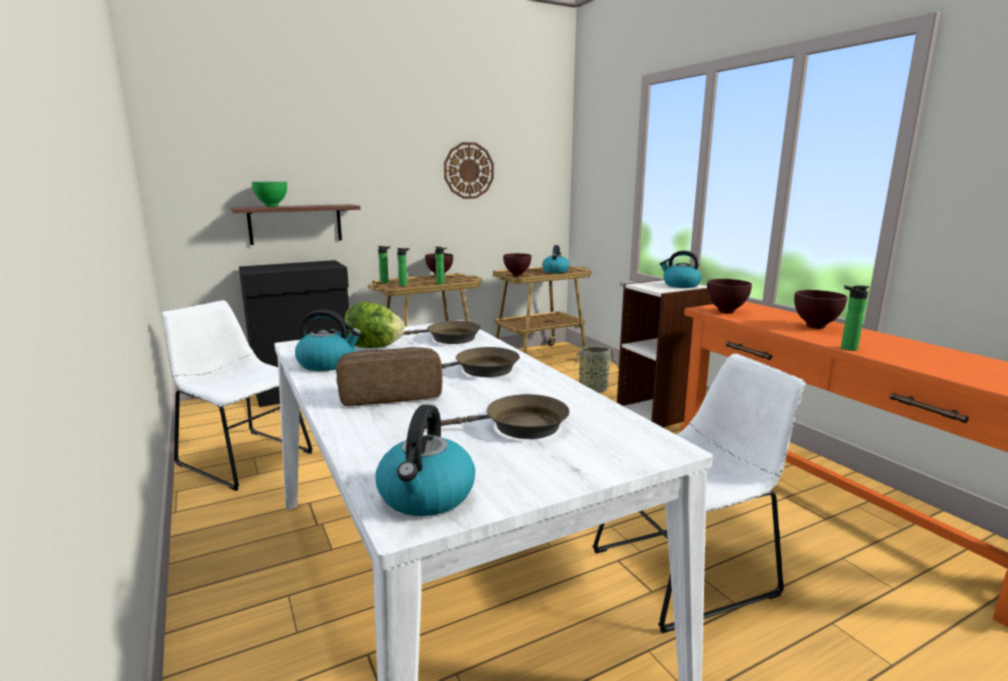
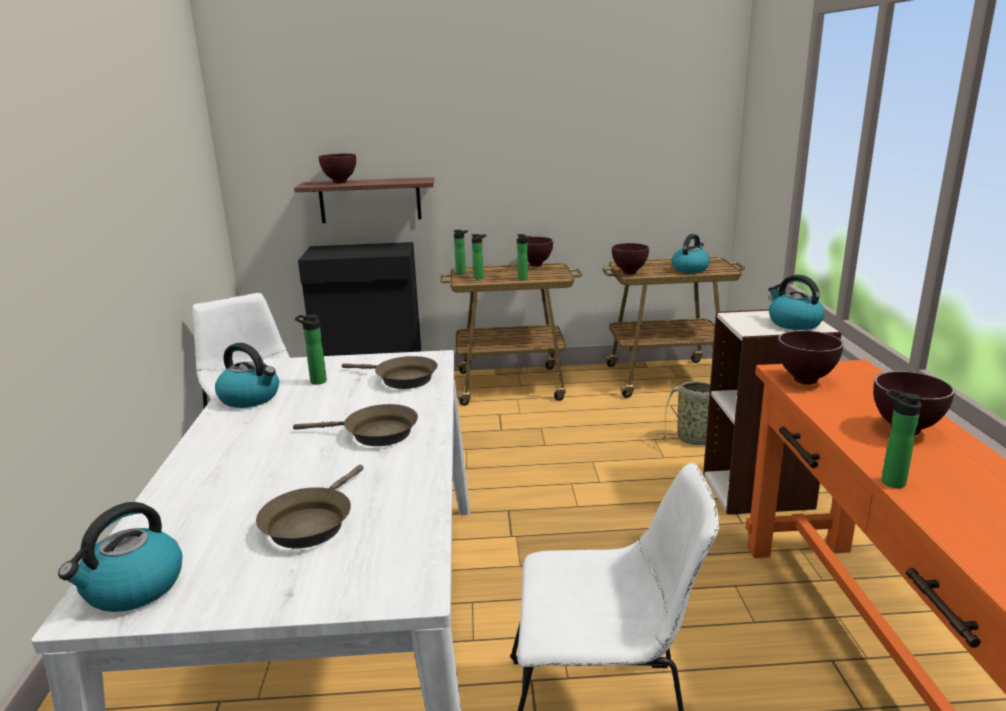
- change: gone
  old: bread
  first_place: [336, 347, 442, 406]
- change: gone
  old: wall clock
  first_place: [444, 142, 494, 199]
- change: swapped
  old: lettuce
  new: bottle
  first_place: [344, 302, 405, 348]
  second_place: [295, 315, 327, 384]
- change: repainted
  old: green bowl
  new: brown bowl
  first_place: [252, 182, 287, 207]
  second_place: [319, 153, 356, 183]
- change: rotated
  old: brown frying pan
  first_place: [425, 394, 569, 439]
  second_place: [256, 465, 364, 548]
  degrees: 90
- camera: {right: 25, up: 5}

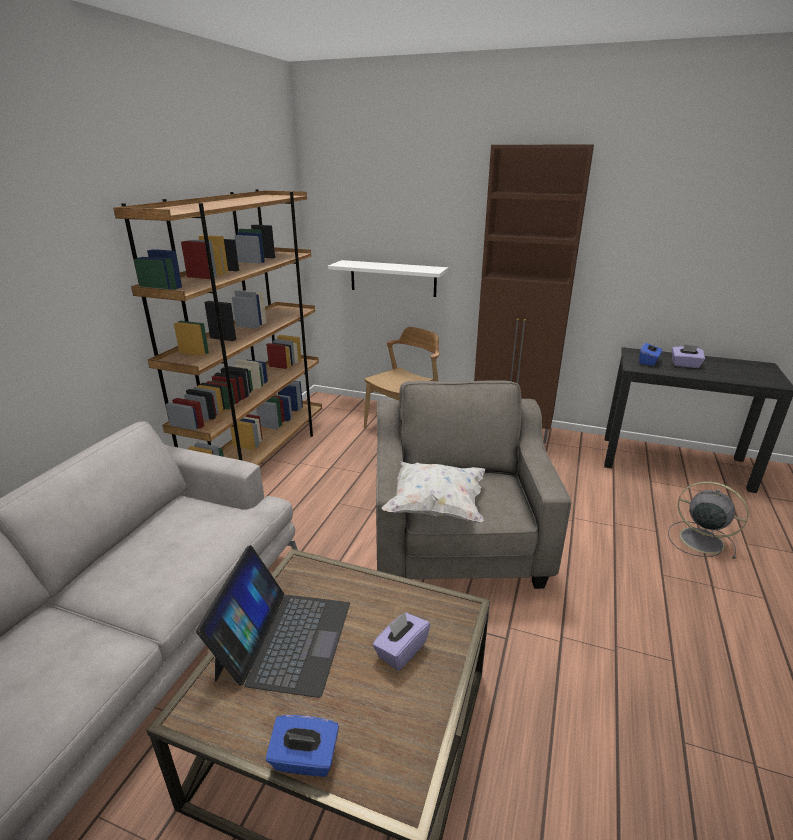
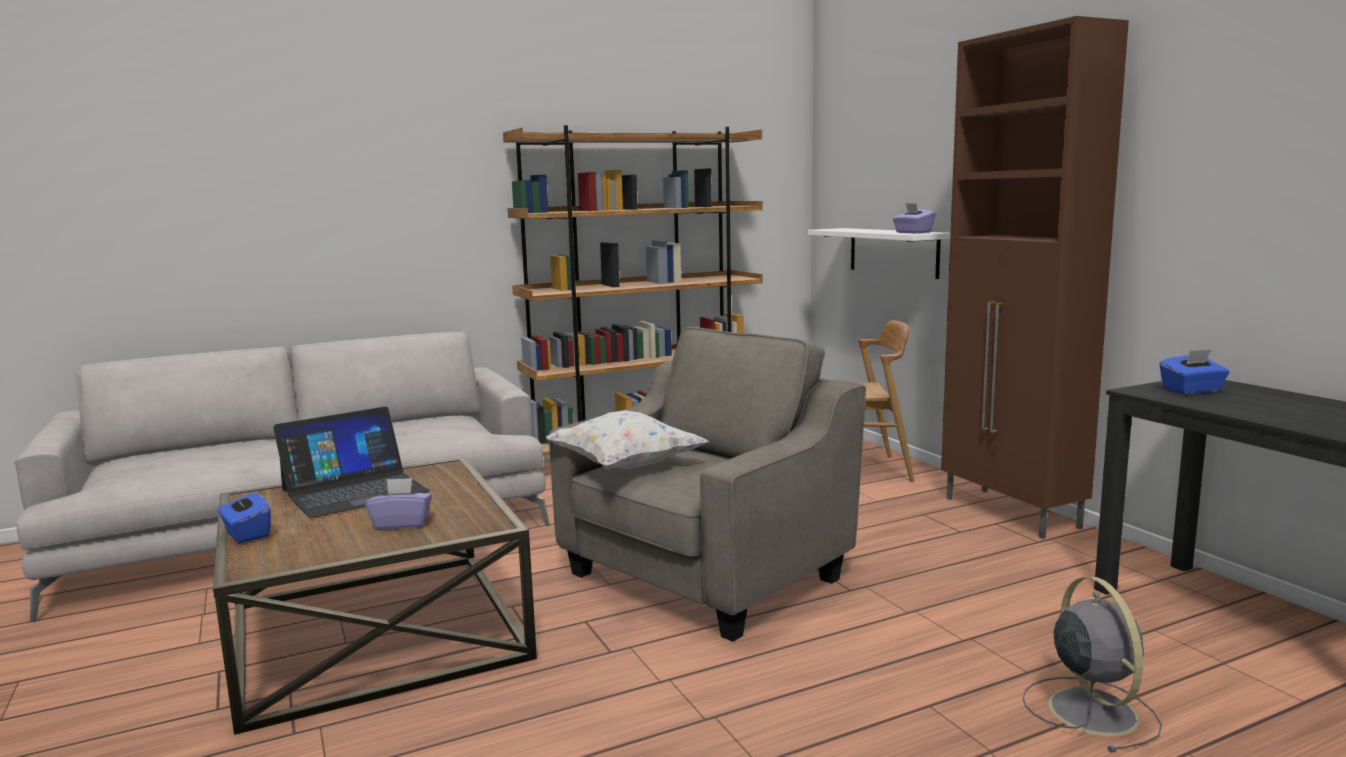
- change: shifted
  old: purple tissue box
  first_place: [672, 344, 705, 368]
  second_place: [893, 203, 935, 233]
- camera: {right: 45, up: -15}

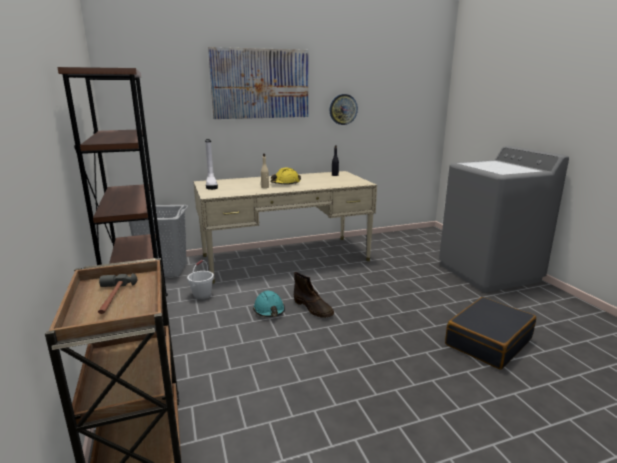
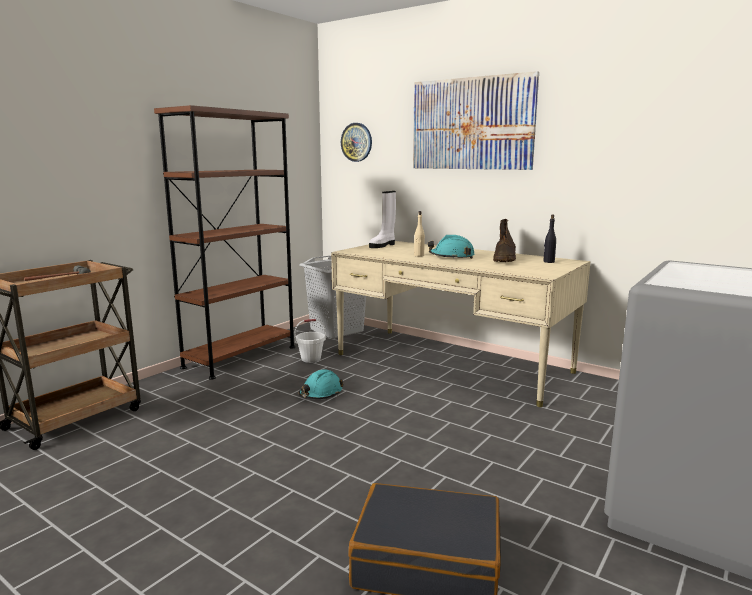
- change: shifted
  old: brown boot
  first_place: [294, 272, 334, 318]
  second_place: [493, 219, 516, 262]
- change: shifted
  old: wall clock
  first_place: [330, 94, 358, 125]
  second_place: [341, 123, 372, 162]
- change: repainted
  old: yellow hard hat
  new: turquoise hard hat
  first_place: [270, 167, 301, 185]
  second_place: [428, 235, 475, 259]
- camera: {right: 55, up: -5}

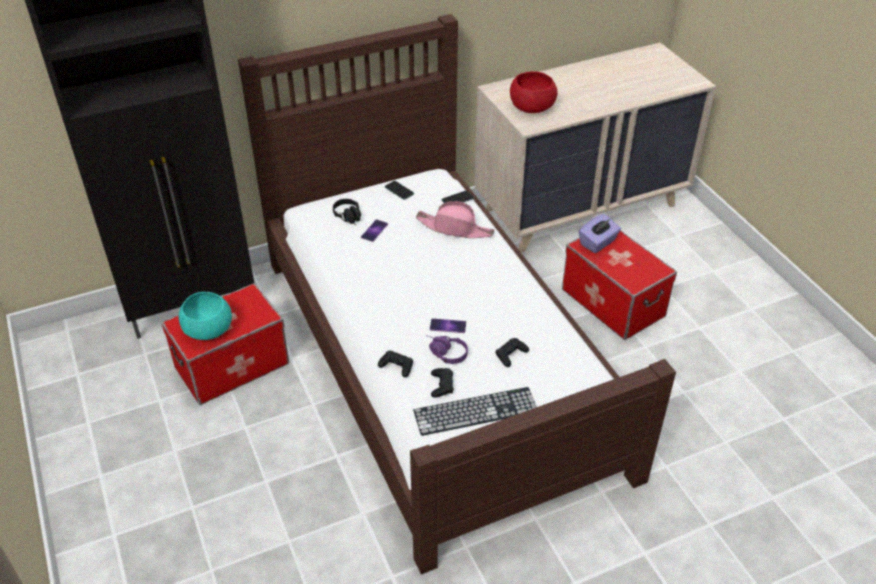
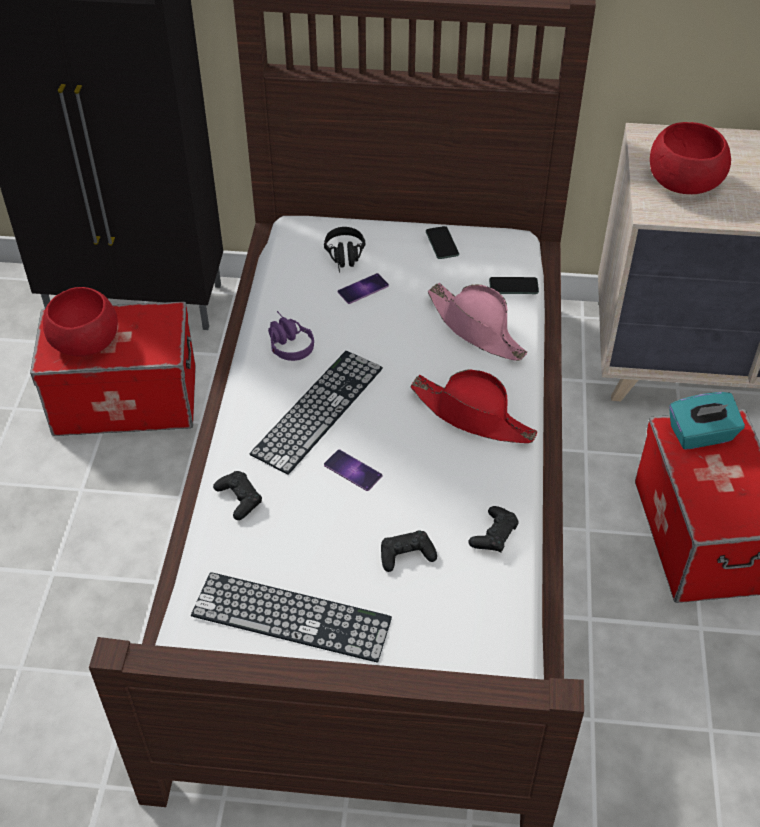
- change: new
  new: keyboard
  second_place: [250, 351, 383, 475]
- change: new
  new: red hat
  second_place: [410, 369, 537, 443]
- change: shifted
  old: purple headphones
  first_place: [425, 335, 468, 364]
  second_place: [268, 311, 314, 361]
- change: shifted
  old: black game controller
  first_place: [431, 368, 454, 398]
  second_place: [468, 506, 519, 553]
- change: repainted
  old: turquoise bowl
  new: red bowl
  first_place: [179, 292, 232, 340]
  second_place: [43, 287, 118, 356]
- change: repainted
  old: purple tissue box
  new: turquoise tissue box
  first_place: [579, 214, 621, 253]
  second_place: [669, 392, 745, 450]
- camera: {right: 30, up: 5}

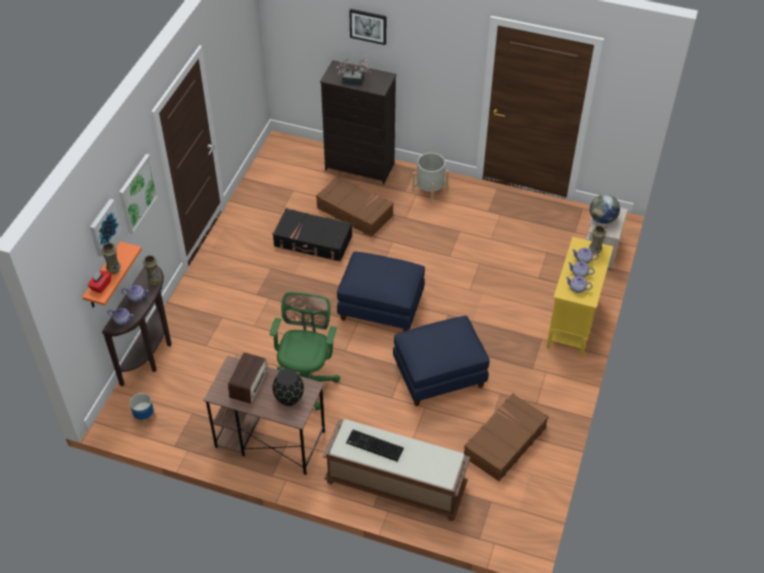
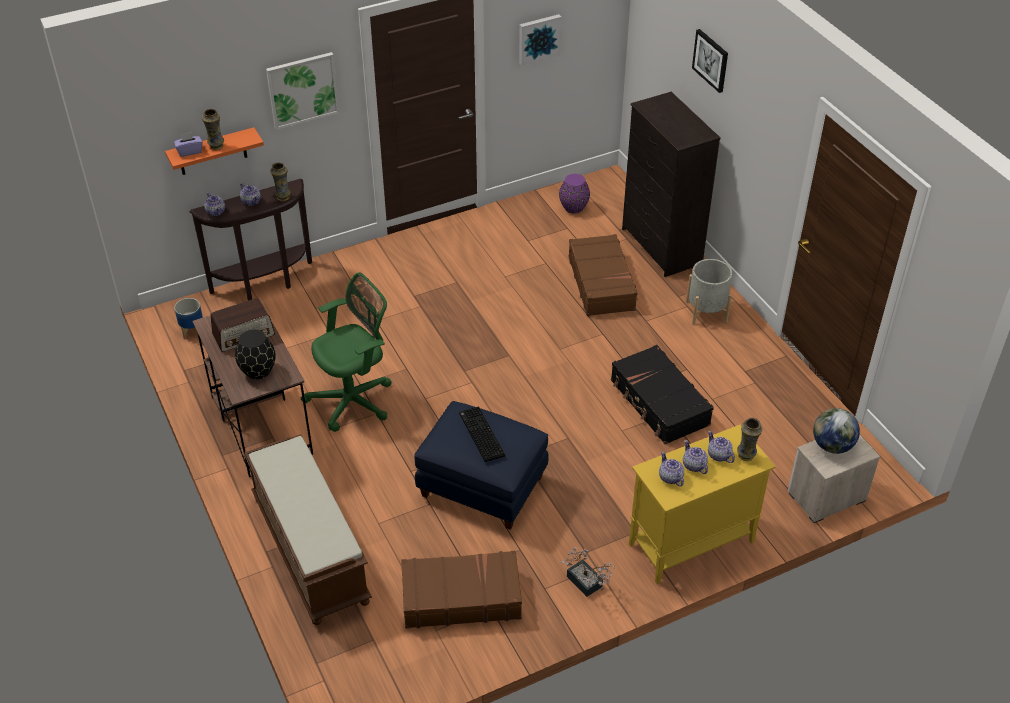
- change: gone
  old: blue ottoman
  first_place: [337, 251, 425, 332]
- change: new
  new: purple vase
  second_place: [559, 174, 590, 214]
- change: shifted
  old: picture
  first_place: [90, 199, 122, 257]
  second_place: [519, 14, 561, 66]
- change: shifted
  old: black suitcase
  first_place: [273, 208, 352, 262]
  second_place: [611, 345, 714, 444]
- change: shifted
  old: potted plant
  first_place: [337, 56, 371, 85]
  second_place: [561, 547, 615, 597]
- change: shifted
  old: keyboard
  first_place: [346, 430, 404, 461]
  second_place: [459, 406, 505, 462]
- change: repainted
  old: red tissue box
  new: purple tissue box
  first_place: [88, 270, 111, 293]
  second_place: [174, 132, 203, 157]
- camera: {right: 45, up: -5}

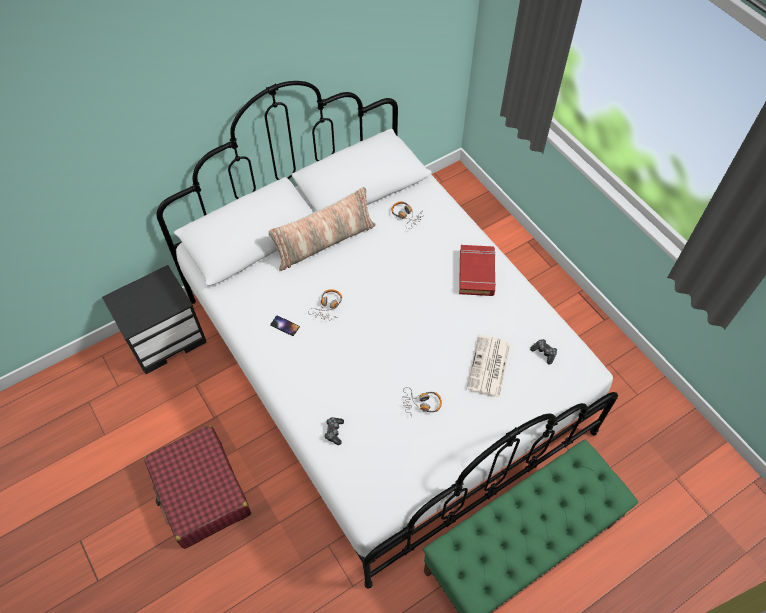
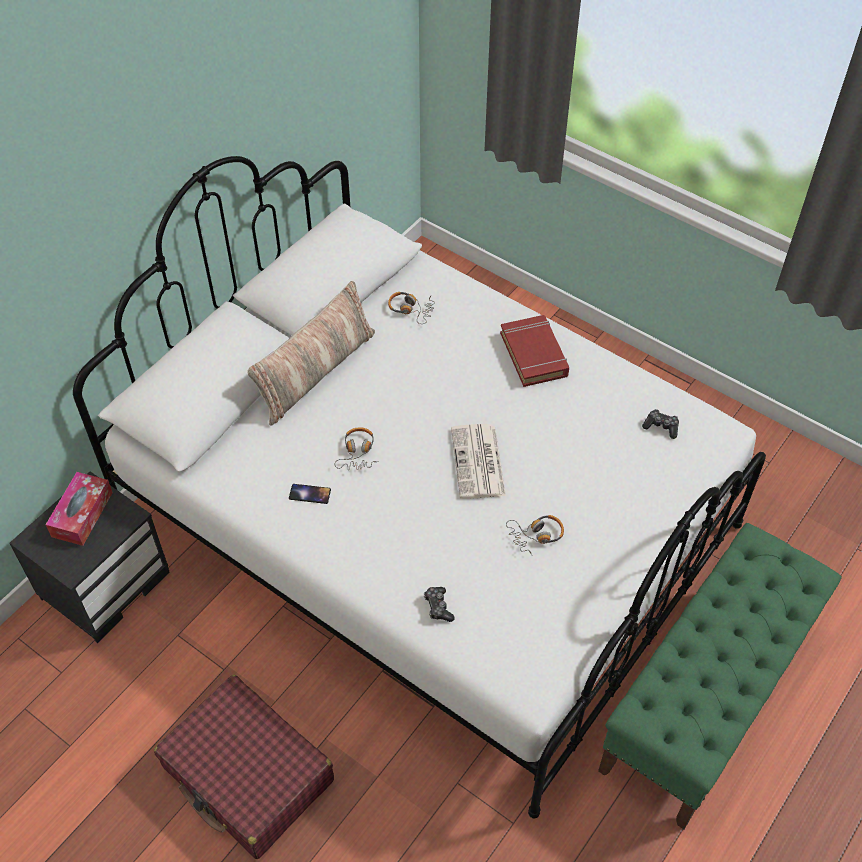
- change: new
  new: tissue box
  second_place: [46, 472, 113, 546]
- change: shifted
  old: newspaper
  first_place: [467, 335, 510, 398]
  second_place: [451, 424, 506, 499]
- camera: {right: -20, up: -5}

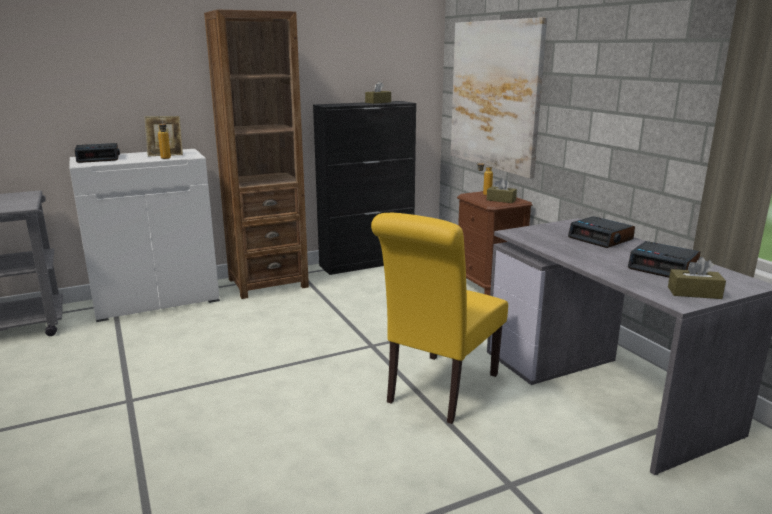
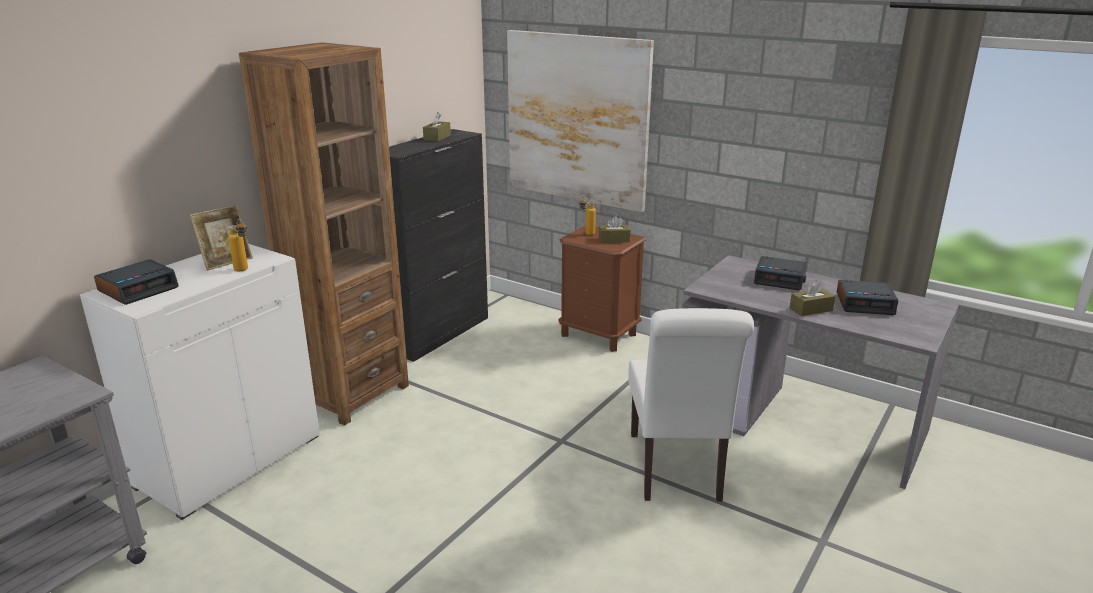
- change: shifted
  old: brown tissue box
  first_place: [668, 257, 726, 299]
  second_place: [790, 280, 835, 316]
- change: repainted
  old: yellow chair
  new: white chair
  first_place: [371, 213, 508, 424]
  second_place: [628, 308, 754, 502]
- camera: {right: -30, up: 5}

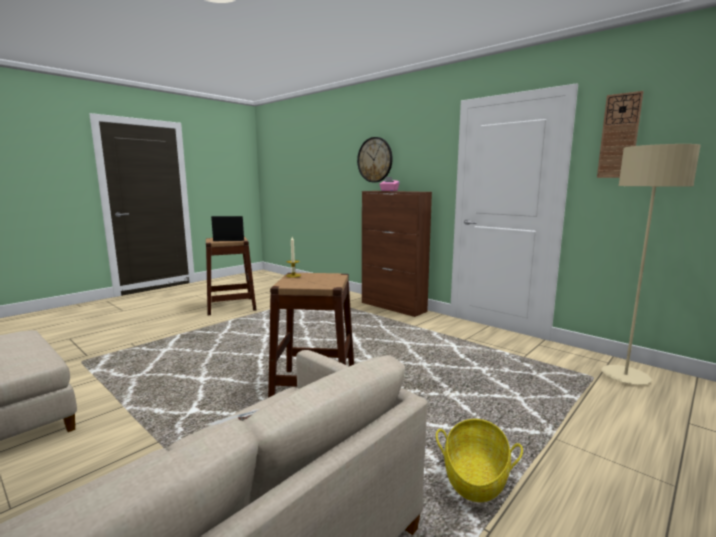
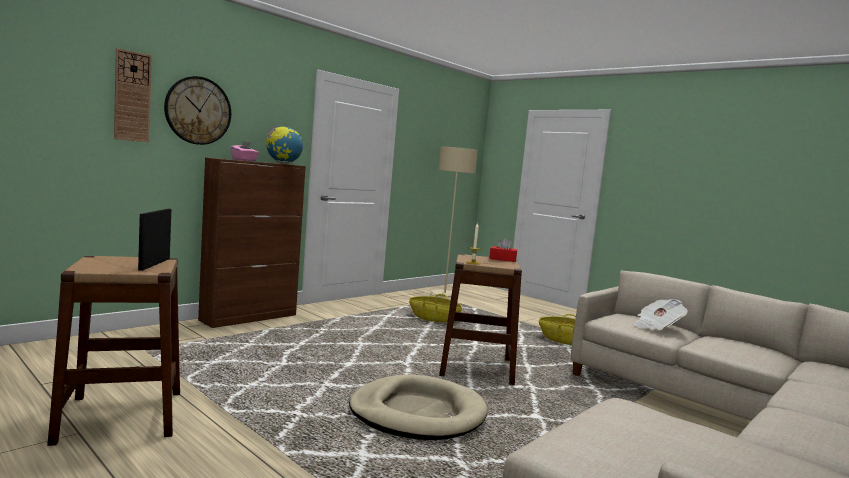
- change: new
  new: globe
  second_place: [266, 127, 303, 164]
- change: new
  new: beige dog bed
  second_place: [349, 374, 488, 440]
- change: new
  new: basket
  second_place: [409, 294, 462, 322]
- change: new
  new: red tissue box
  second_place: [489, 238, 517, 262]
- change: shifted
  old: wall clock
  first_place: [597, 91, 644, 178]
  second_place: [114, 48, 152, 142]
- camera: {right: -90, up: -5}

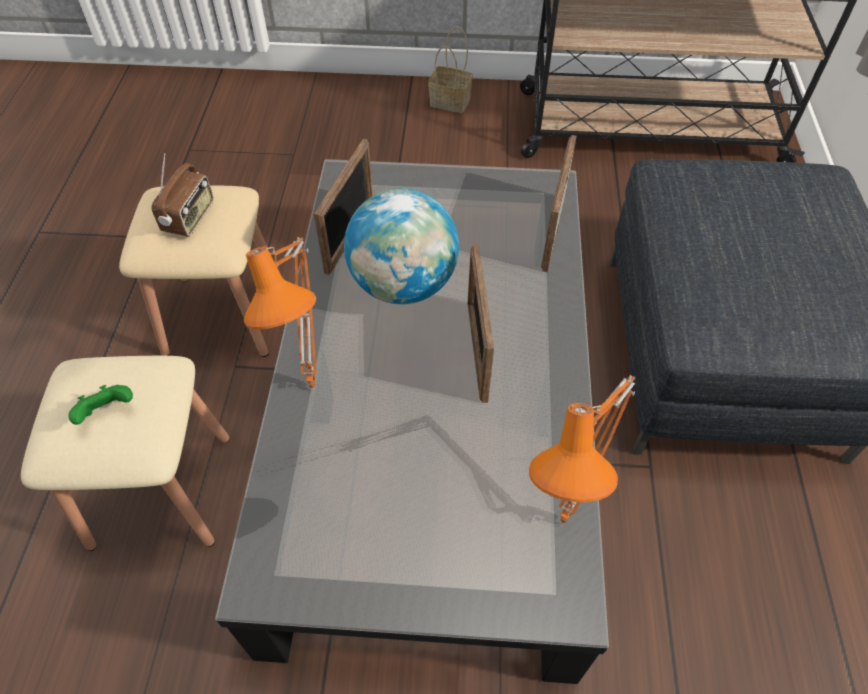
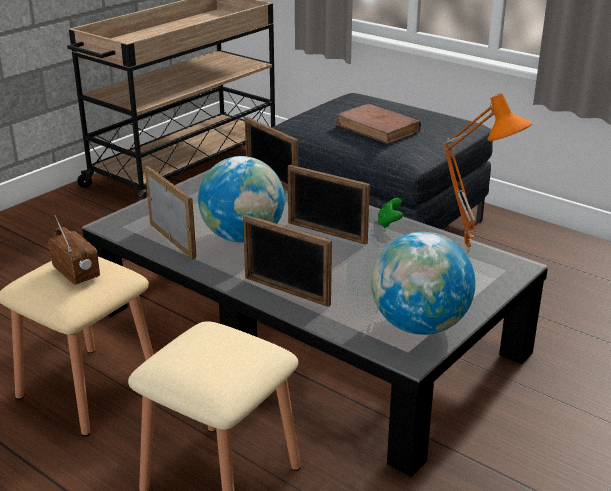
- change: gone
  old: basket
  first_place: [428, 26, 473, 113]
- change: new
  new: brown book
  second_place: [336, 104, 421, 144]
- change: new
  new: globe
  second_place: [371, 232, 475, 335]
- change: shifted
  old: green game controller
  first_place: [68, 385, 133, 425]
  second_place: [378, 198, 403, 228]
- change: swapped
  old: orange table lamp
  new: picture frame
  first_place: [244, 237, 317, 393]
  second_place: [243, 214, 332, 307]
- camera: {right: -55, up: -25}

